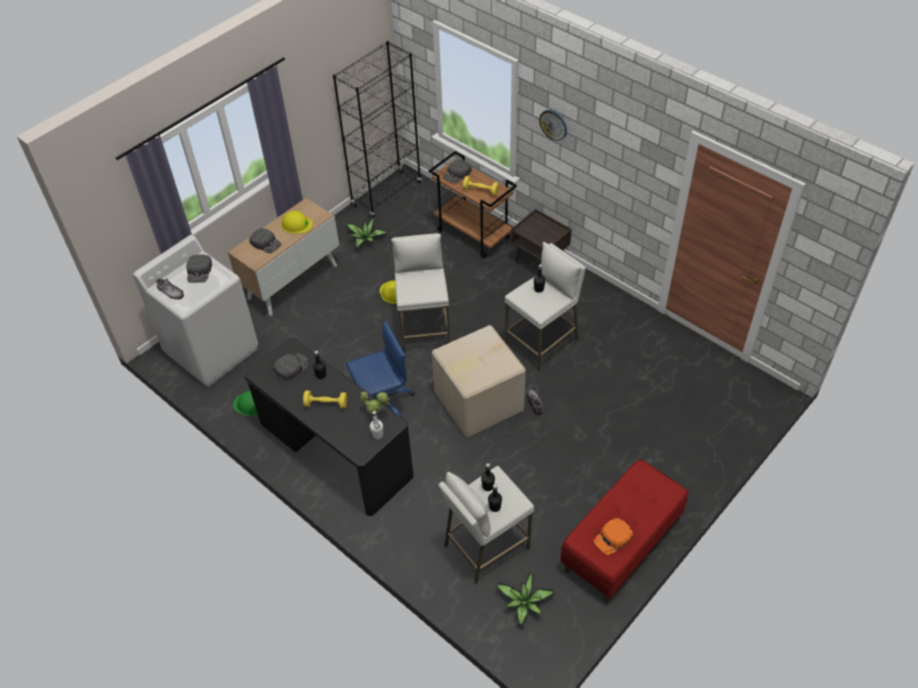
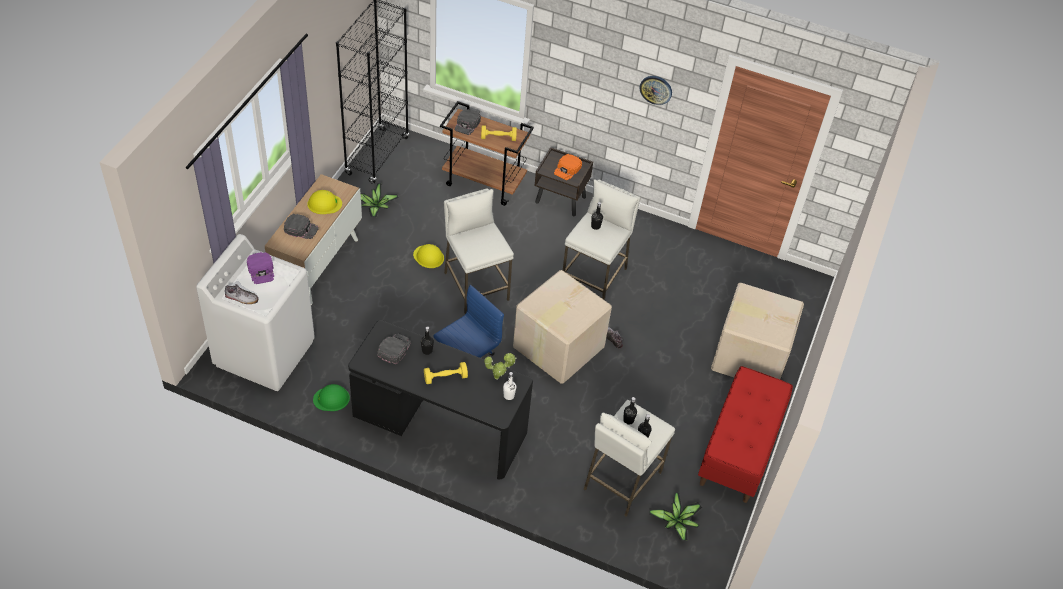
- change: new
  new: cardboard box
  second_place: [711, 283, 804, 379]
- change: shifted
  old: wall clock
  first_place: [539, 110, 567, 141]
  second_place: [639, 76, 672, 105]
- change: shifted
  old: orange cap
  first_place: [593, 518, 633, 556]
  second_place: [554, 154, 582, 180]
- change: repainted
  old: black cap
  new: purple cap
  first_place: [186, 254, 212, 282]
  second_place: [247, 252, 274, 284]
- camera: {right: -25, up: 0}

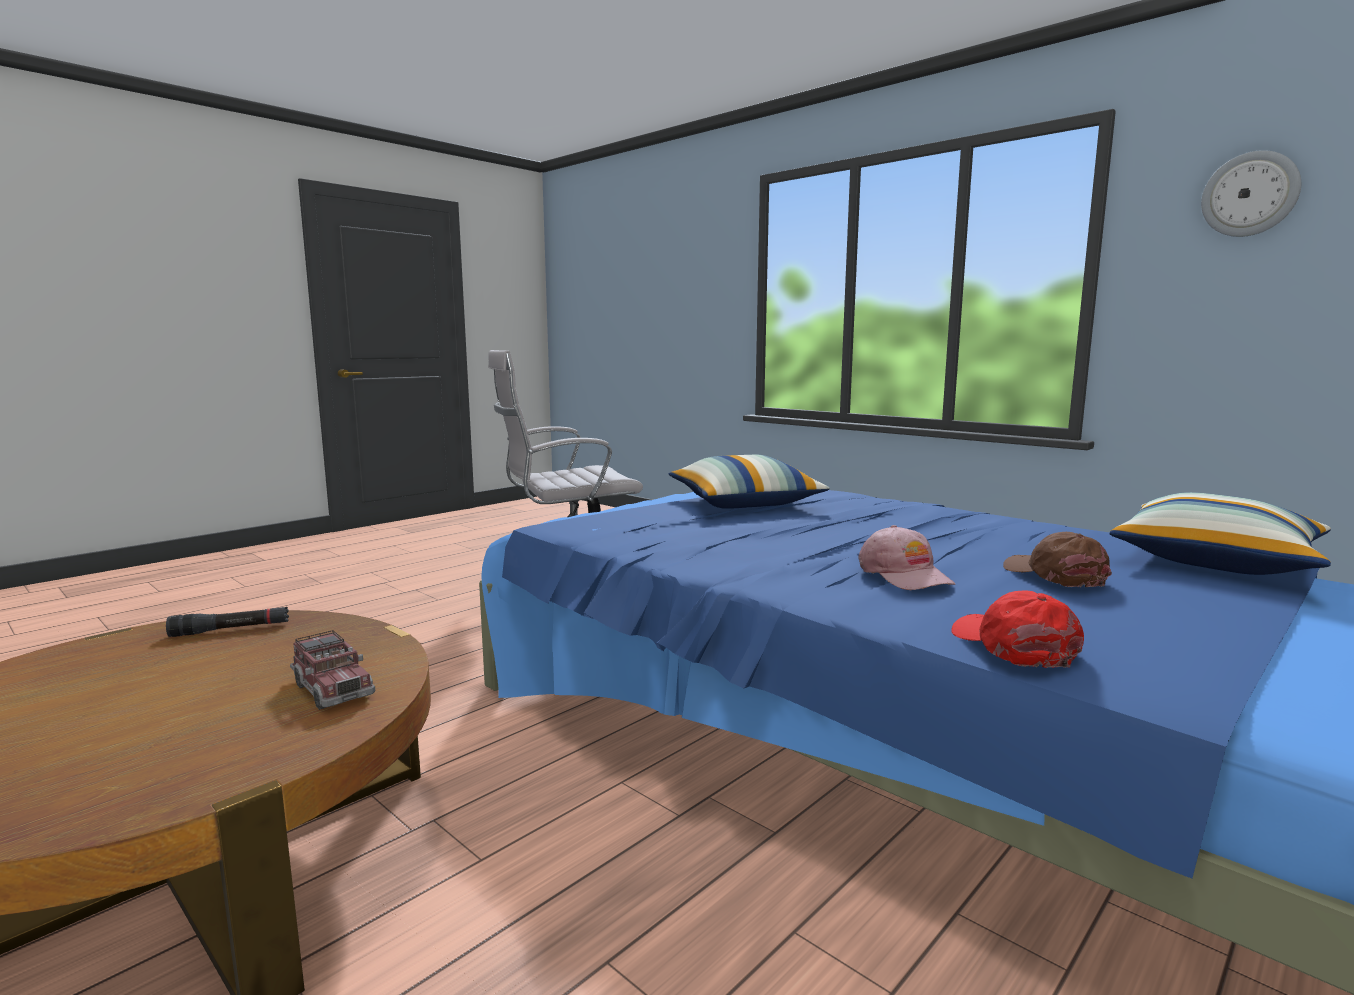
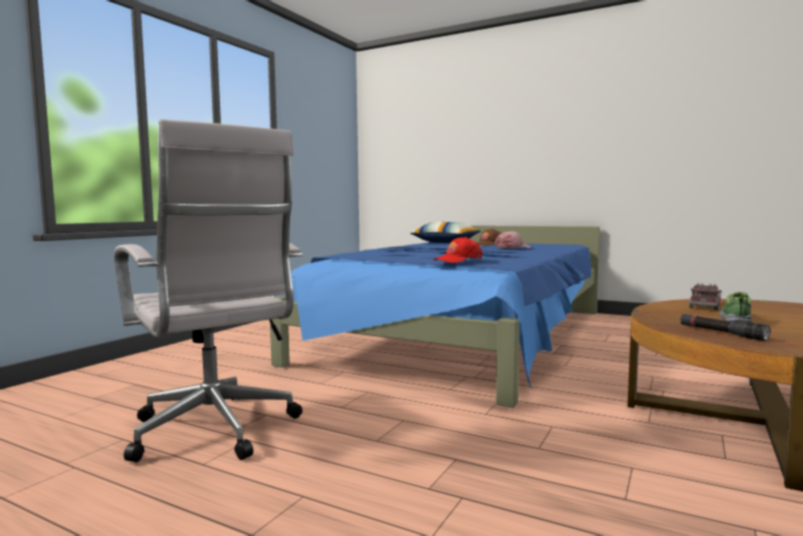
- change: gone
  old: pillow
  first_place: [669, 455, 830, 509]
- change: gone
  old: wall clock
  first_place: [1201, 150, 1301, 237]
- change: new
  new: shoe
  second_place: [719, 292, 753, 323]
- change: shifted
  old: red cap
  first_place: [951, 591, 1084, 668]
  second_place: [433, 237, 483, 263]
- camera: {right: -105, up: -5}

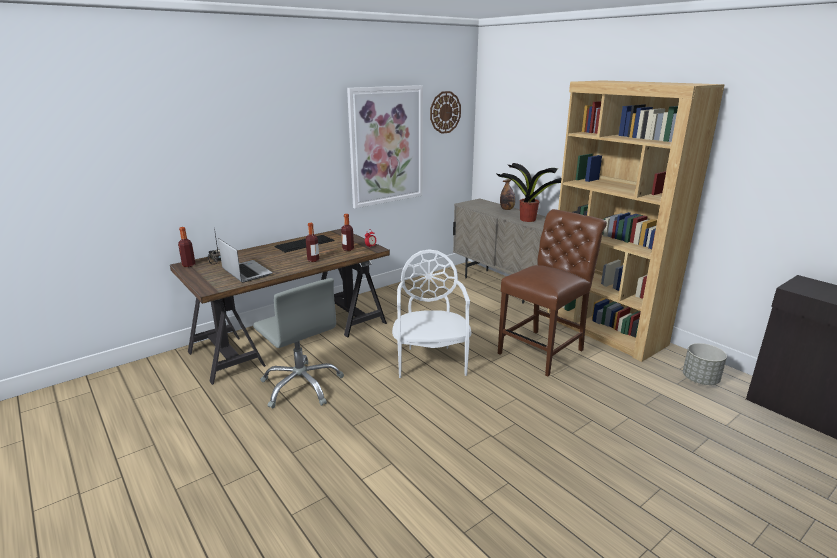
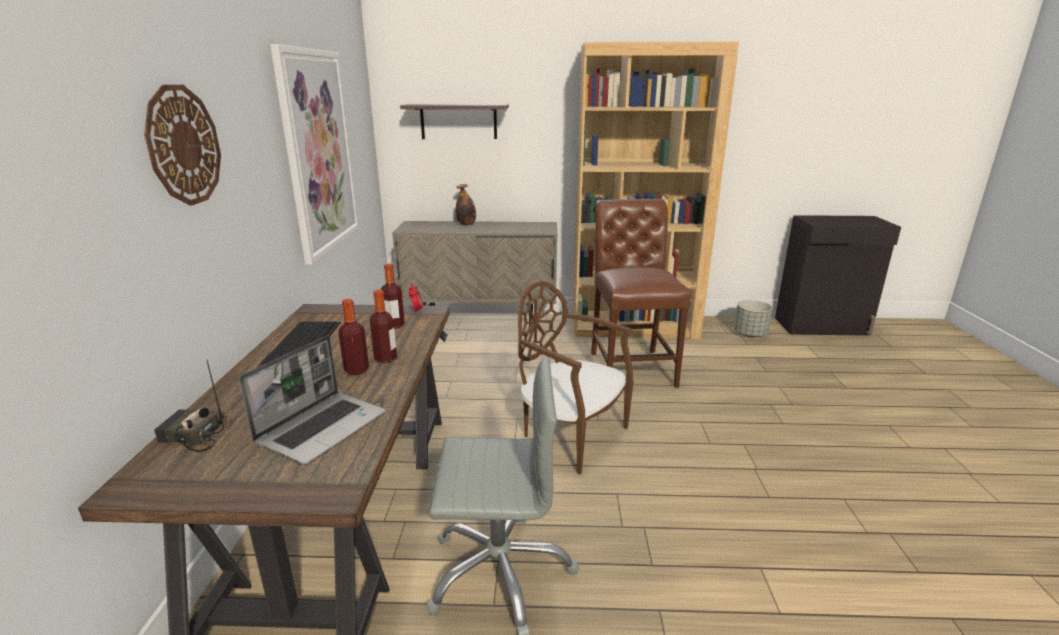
- change: gone
  old: potted plant
  first_place: [497, 163, 561, 222]
- change: new
  new: shelf
  second_place: [400, 104, 509, 139]
- change: shifted
  old: bottle
  first_place: [178, 227, 196, 267]
  second_place: [338, 299, 369, 375]
- change: shifted
  old: wall clock
  first_place: [430, 91, 461, 134]
  second_place: [144, 85, 221, 206]
- change: repainted
  old: white chair
  new: brown chair
  first_place: [392, 249, 471, 378]
  second_place: [518, 281, 634, 474]
- change: rotated
  old: laptop
  first_place: [218, 238, 273, 283]
  second_place: [239, 336, 386, 464]
  degrees: 120
- camera: {right: -50, up: 0}

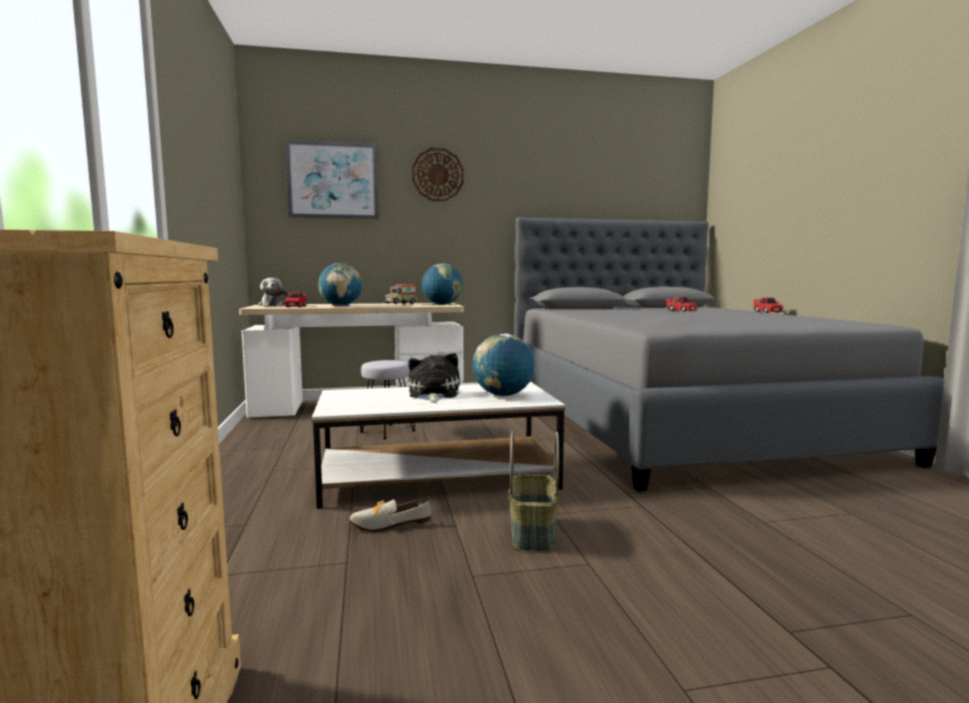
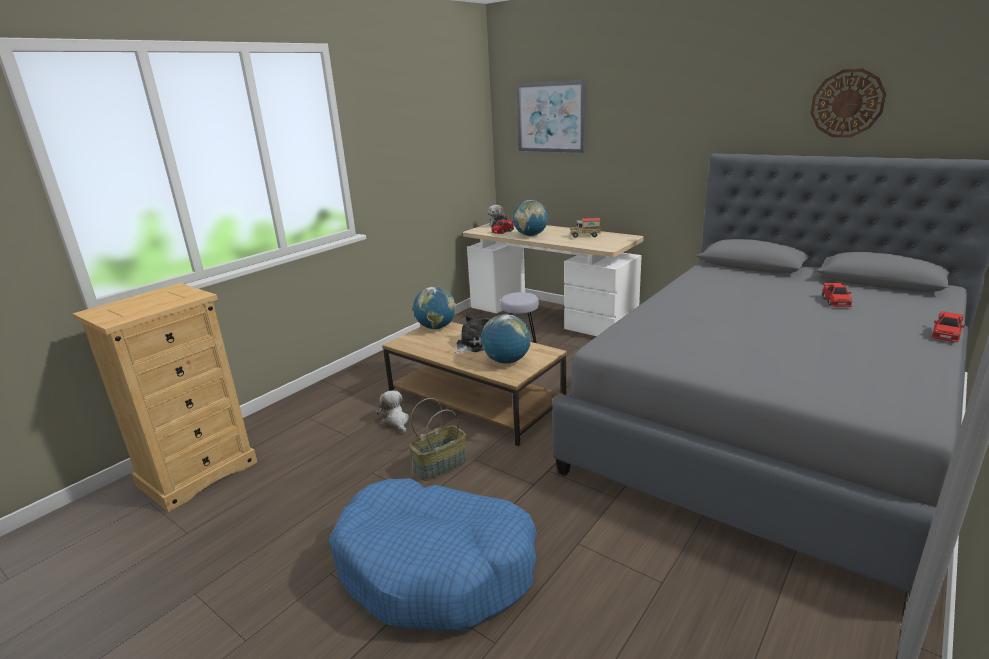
- change: new
  new: blue dog bed
  second_place: [329, 479, 537, 630]
- change: shifted
  old: wall clock
  first_place: [412, 148, 464, 202]
  second_place: [810, 69, 887, 137]
- change: shifted
  old: globe
  first_place: [422, 264, 463, 305]
  second_place: [413, 286, 456, 329]
- change: swapped
  old: shoe
  new: plush toy
  first_place: [349, 499, 431, 532]
  second_place: [377, 390, 409, 433]
- change: repainted
  old: white coffee table
  new: brown coffee table
  first_place: [312, 382, 566, 509]
  second_place: [382, 322, 567, 446]
- camera: {right: 50, up: 15}

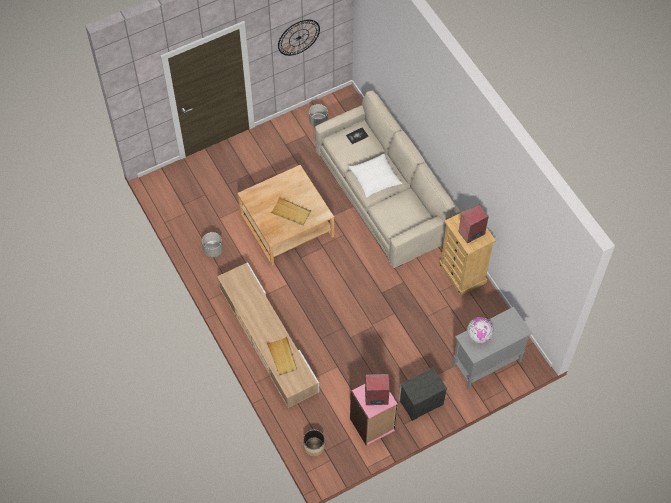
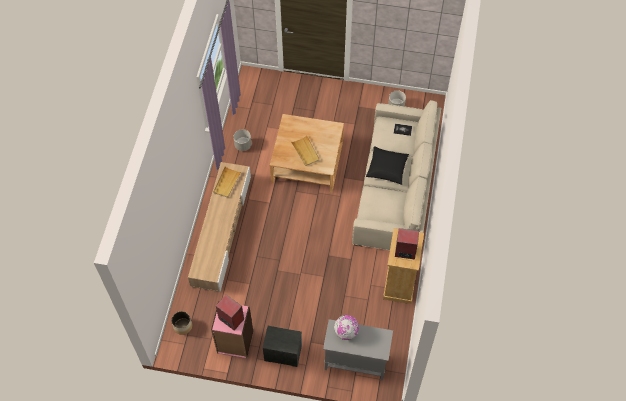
- change: gone
  old: wall clock
  first_place: [278, 20, 320, 56]
- change: shifted
  old: beige tray
  first_place: [267, 336, 297, 376]
  second_place: [213, 166, 241, 198]
- change: repainted
  old: white pillow
  new: black pillow
  first_place: [349, 154, 403, 198]
  second_place: [366, 146, 409, 185]
- camera: {right: 40, up: 0}

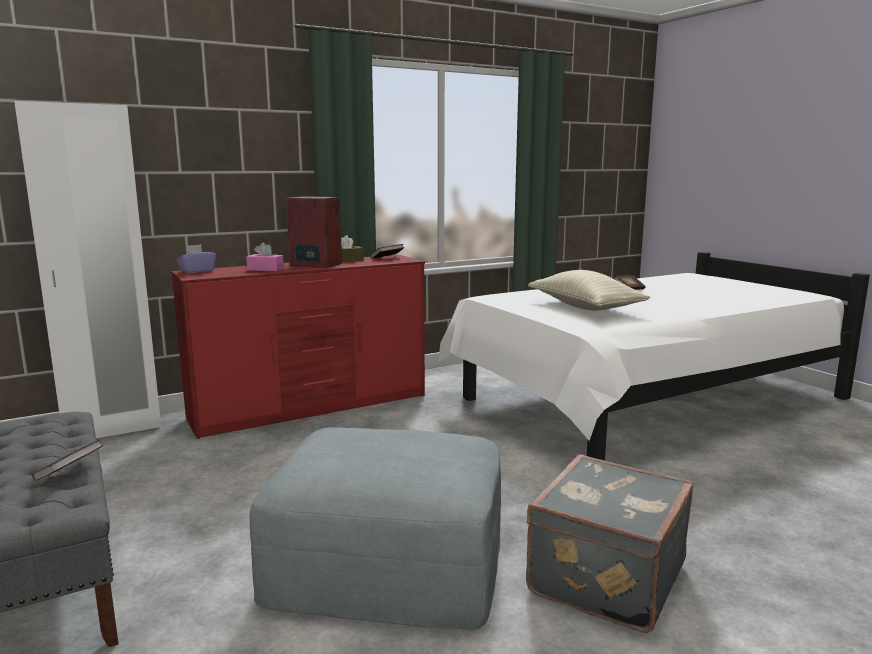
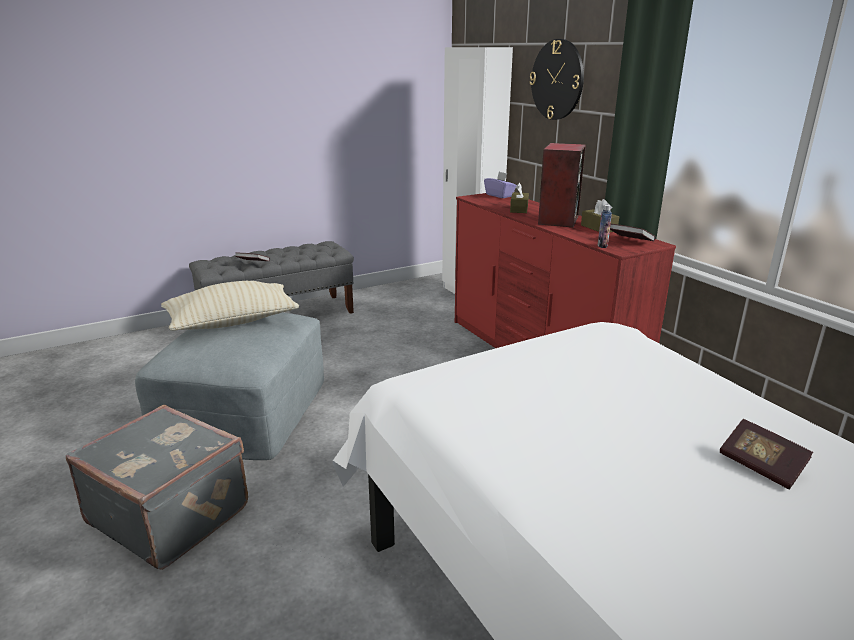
- change: new
  new: wall clock
  second_place: [530, 39, 584, 120]
- change: new
  new: bottle
  second_place: [598, 205, 612, 248]
- change: shifted
  old: beige pillow
  first_place: [528, 270, 650, 311]
  second_place: [161, 281, 299, 331]
- change: repainted
  old: pink tissue box
  new: brown tissue box
  first_place: [246, 242, 284, 271]
  second_place: [510, 183, 529, 213]
- camera: {right: 90, up: 10}

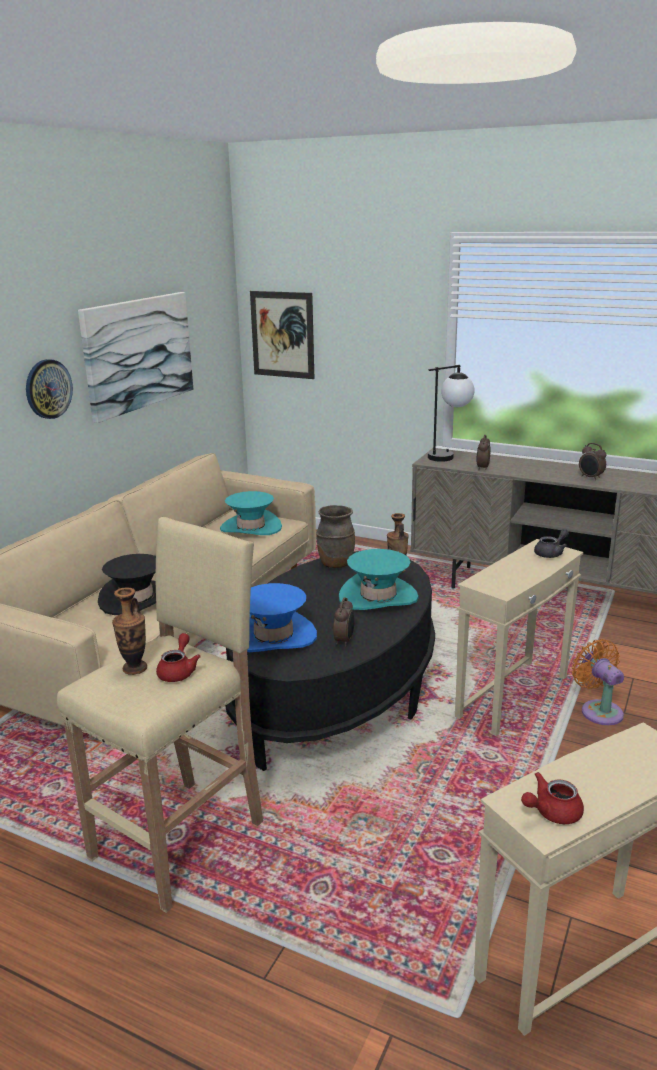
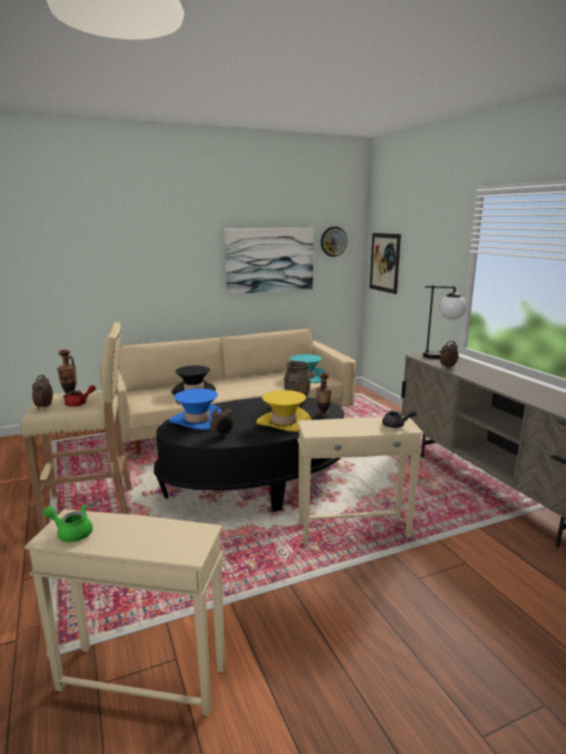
- change: gone
  old: orange fan
  first_place: [572, 639, 624, 725]
- change: shifted
  old: wall clock
  first_place: [26, 359, 73, 419]
  second_place: [321, 226, 347, 257]
- change: shifted
  old: alarm clock
  first_place: [579, 443, 606, 480]
  second_place: [32, 375, 53, 410]
- change: repainted
  old: turquoise hat
  new: yellow hat
  first_place: [339, 549, 419, 610]
  second_place: [256, 390, 312, 432]
- change: repainted
  old: red teapot
  new: green teapot
  first_place: [521, 772, 584, 824]
  second_place: [43, 505, 93, 542]
- camera: {right: 40, up: -5}

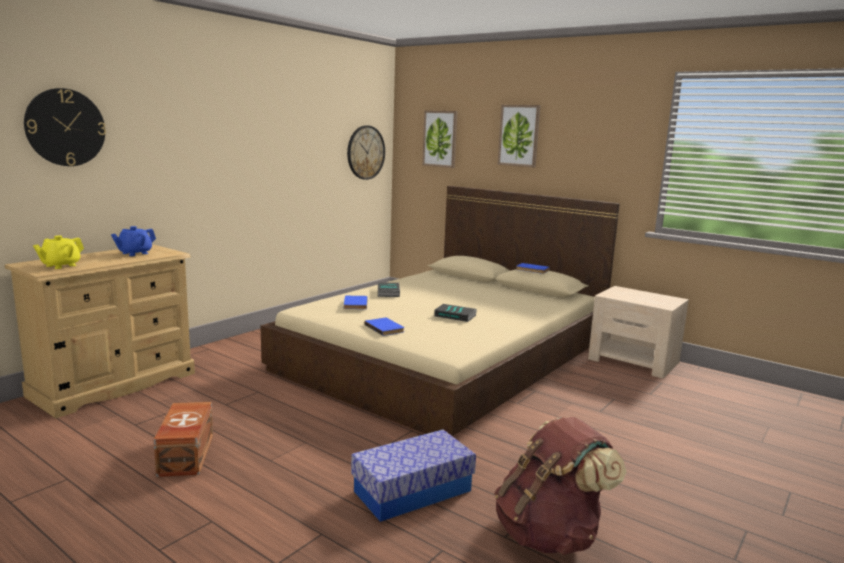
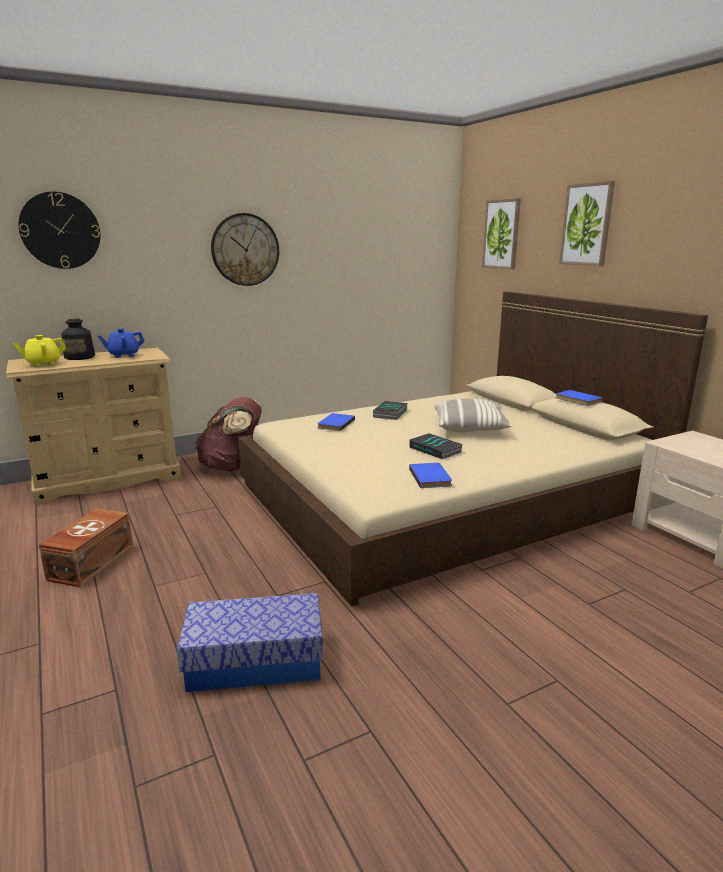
- change: new
  new: bottle
  second_place: [61, 318, 95, 360]
- change: new
  new: pillow
  second_place: [434, 399, 512, 432]
- change: shifted
  old: wall clock
  first_place: [347, 125, 385, 180]
  second_place: [211, 213, 279, 286]
- change: shifted
  old: blue book
  first_place: [365, 318, 404, 336]
  second_place: [409, 463, 452, 488]
- change: shifted
  old: brown backpack
  first_place: [494, 417, 626, 555]
  second_place: [195, 397, 262, 471]
- camera: {right: 25, up: 5}

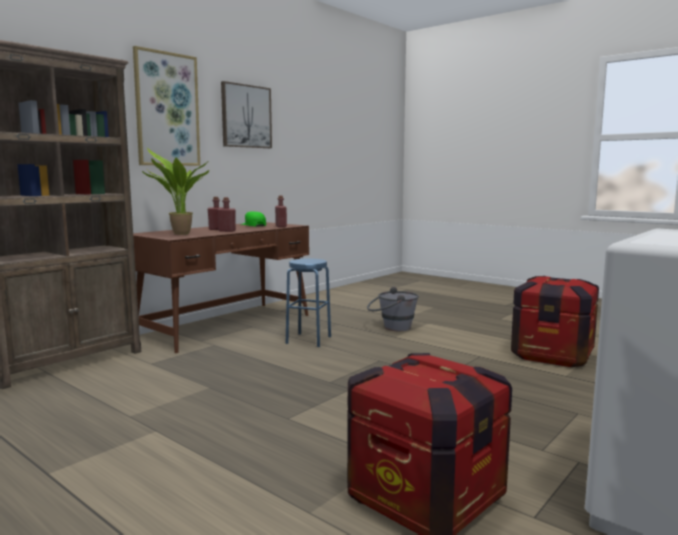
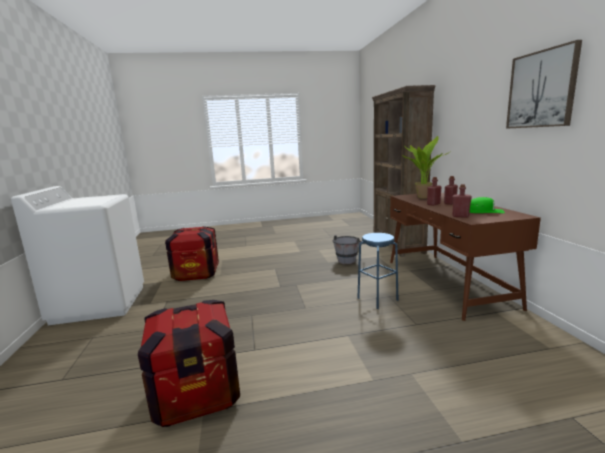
- change: gone
  old: picture
  first_place: [133, 46, 200, 166]
- change: shifted
  old: grey bucket
  first_place: [367, 287, 419, 331]
  second_place: [333, 235, 362, 264]
- camera: {right: 130, up: 5}

